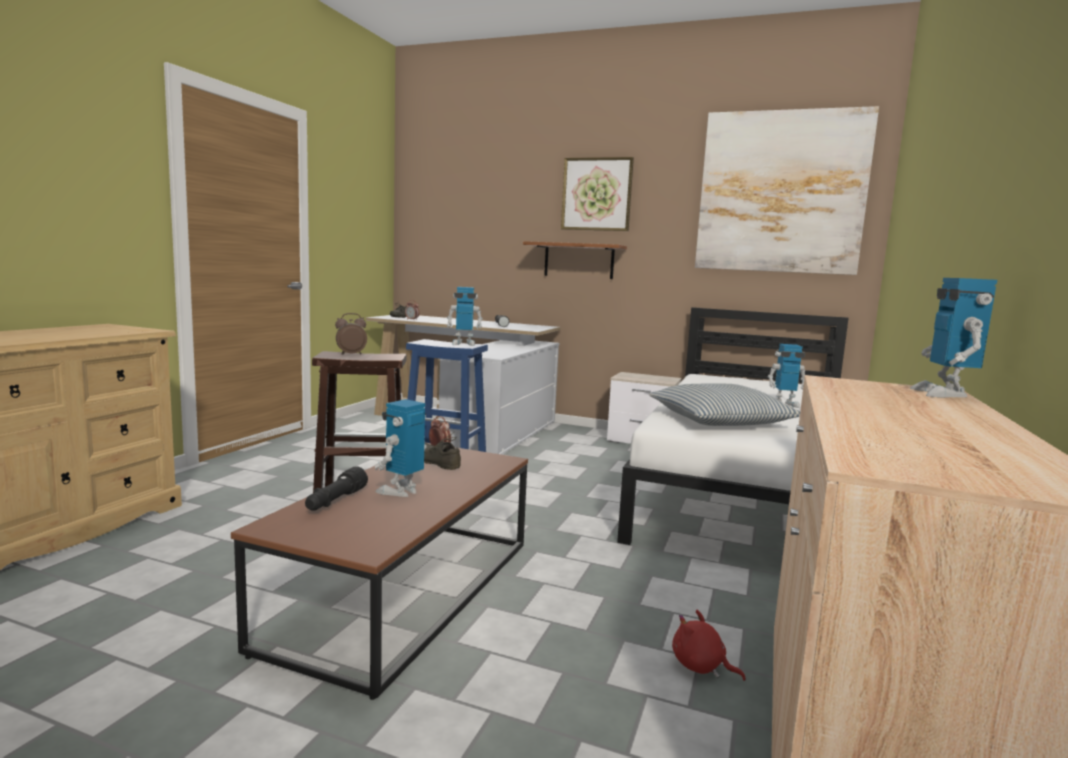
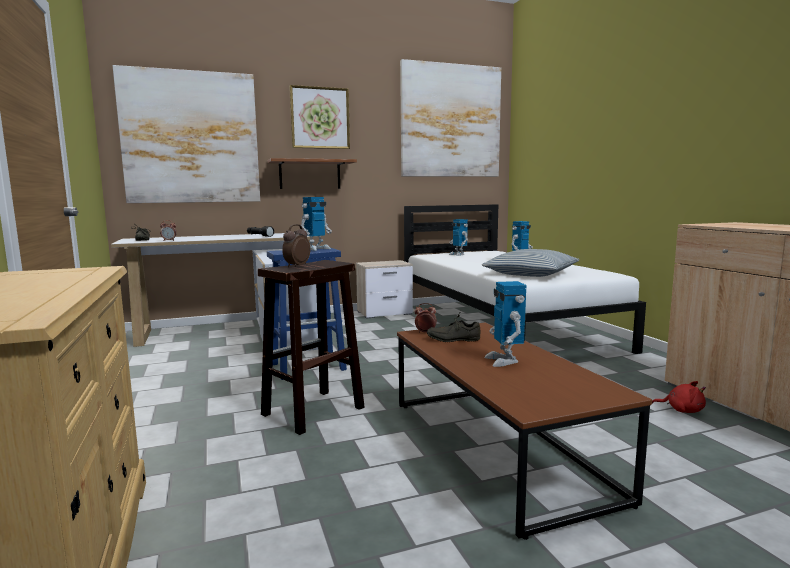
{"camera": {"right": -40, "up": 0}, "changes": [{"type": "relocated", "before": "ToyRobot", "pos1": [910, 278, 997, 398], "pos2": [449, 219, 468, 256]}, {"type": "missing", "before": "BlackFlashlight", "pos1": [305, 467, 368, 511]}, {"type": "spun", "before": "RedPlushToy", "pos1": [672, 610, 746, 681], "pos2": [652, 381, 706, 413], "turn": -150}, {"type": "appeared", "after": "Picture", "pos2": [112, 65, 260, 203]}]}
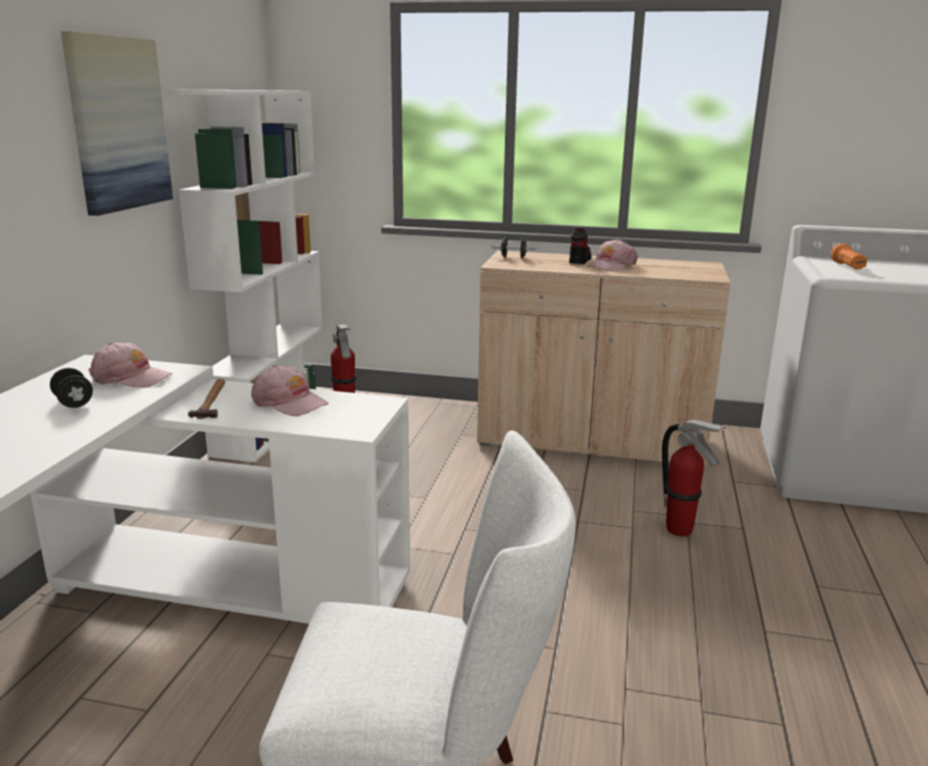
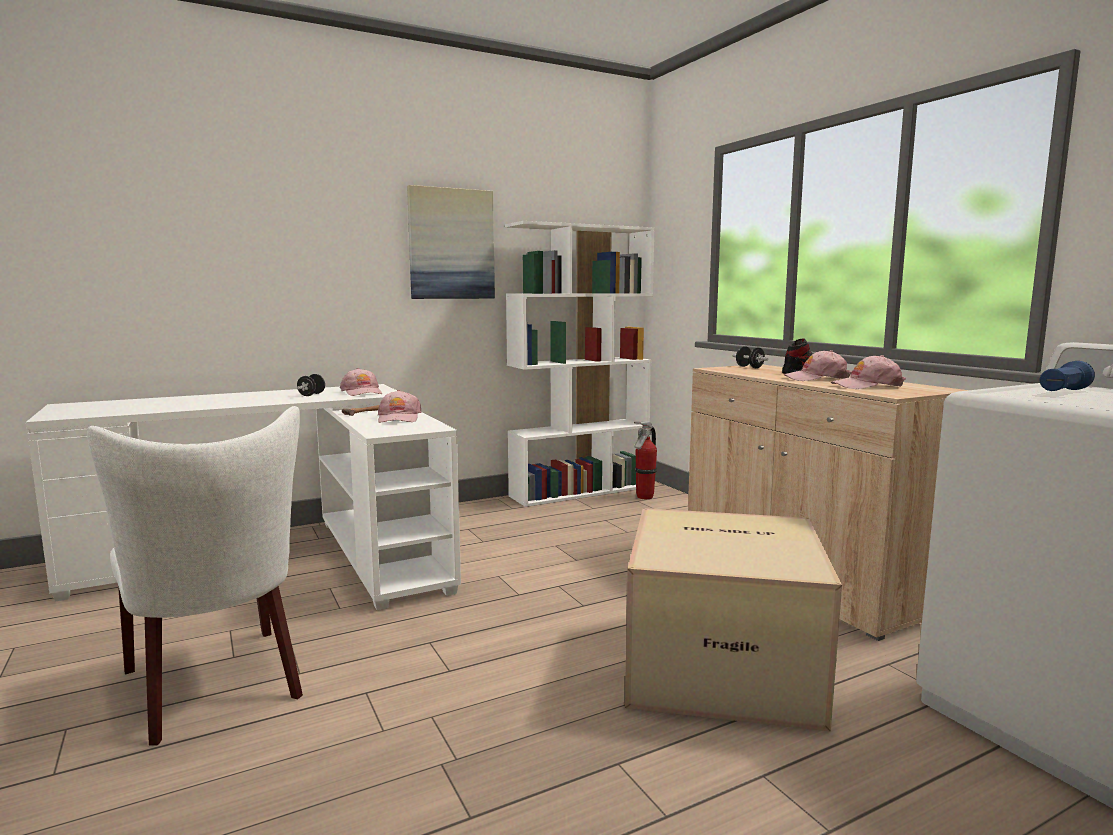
{"camera": {"right": 50, "up": -10}, "changes": [{"type": "colour", "before": "OrangeFlashlight", "after": "BlueFlashlight", "pos1": [831, 244, 868, 270], "pos2": [1040, 361, 1095, 391]}, {"type": "exchanged", "before": "FireExtinguisher", "after": "CardboardBox", "pos1": [662, 420, 726, 536], "pos2": [625, 508, 842, 732]}, {"type": "appeared", "after": "PinkCap", "pos2": [831, 355, 906, 389]}]}
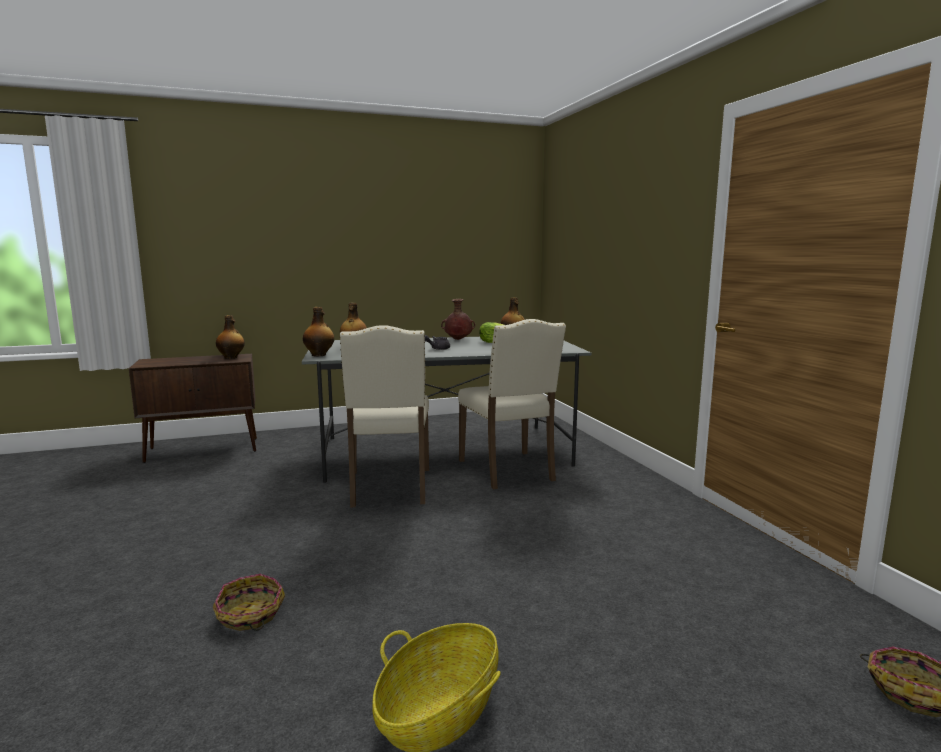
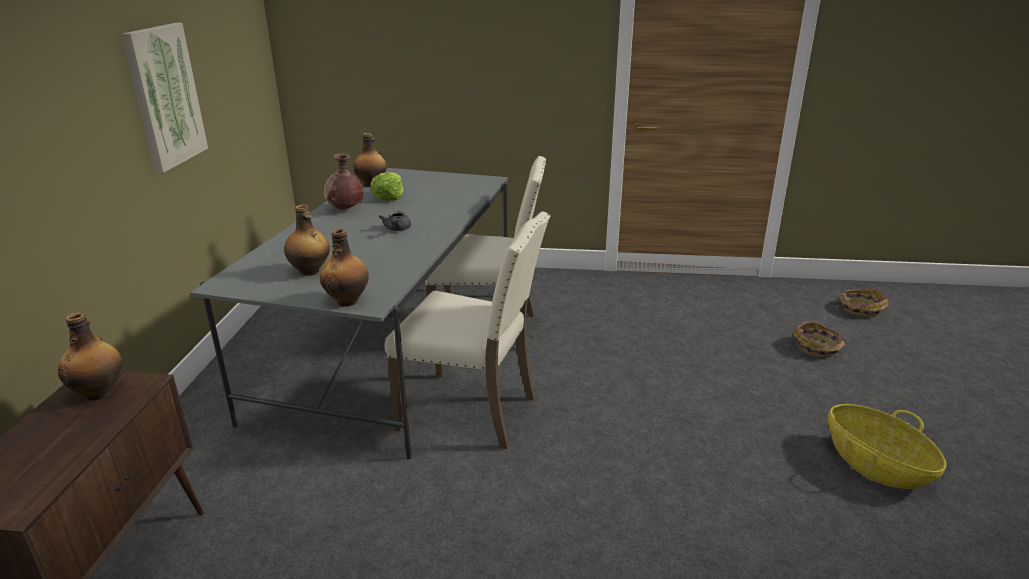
{"camera": {"right": -65, "up": 15}, "changes": [{"type": "relocated", "before": "Basket", "pos1": [213, 574, 285, 631], "pos2": [792, 321, 846, 357]}, {"type": "appeared", "after": "Picture", "pos2": [122, 23, 208, 173]}]}
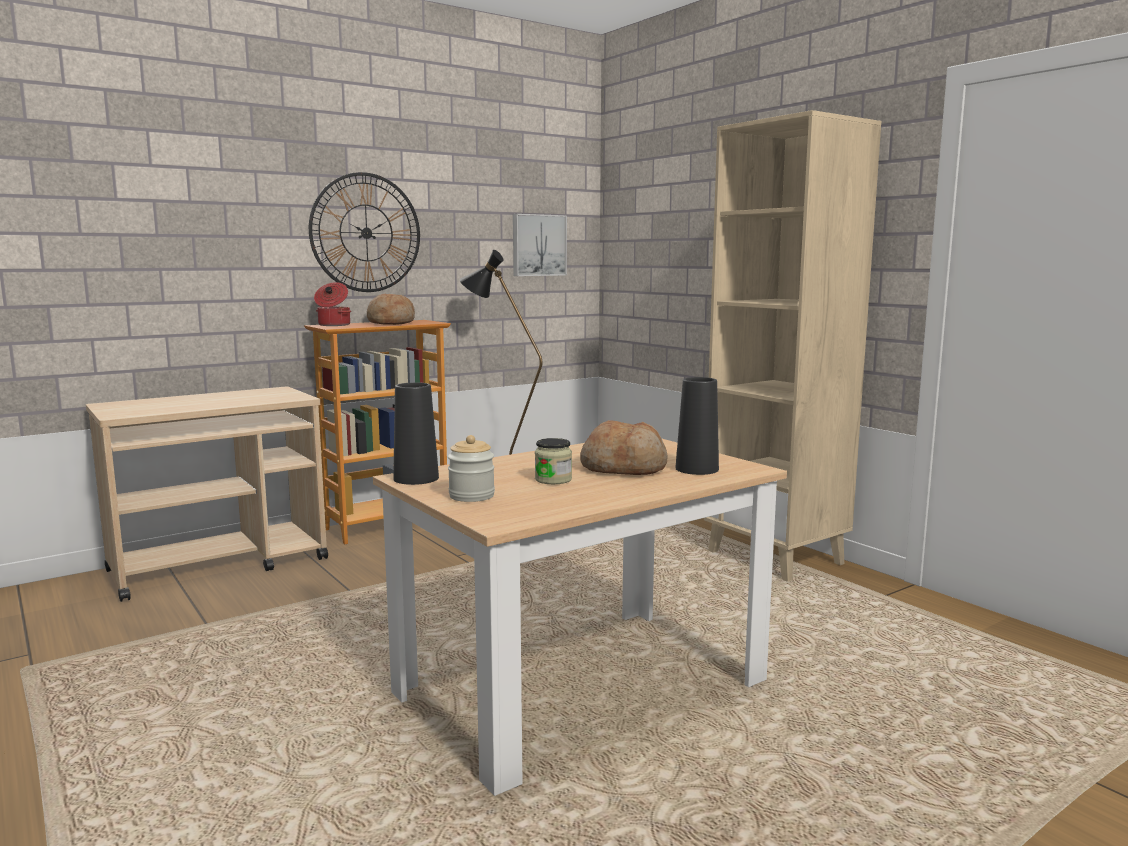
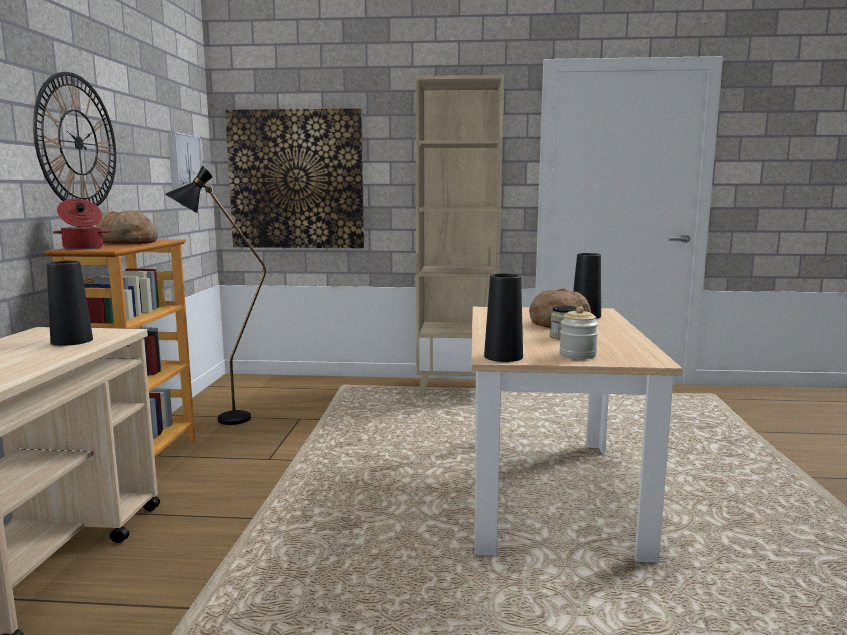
{"camera": {"right": -50, "up": 0}, "changes": [{"type": "appeared", "after": "Picture", "pos2": [225, 108, 364, 248]}, {"type": "appeared", "after": "BlackVase", "pos2": [47, 261, 93, 346]}]}
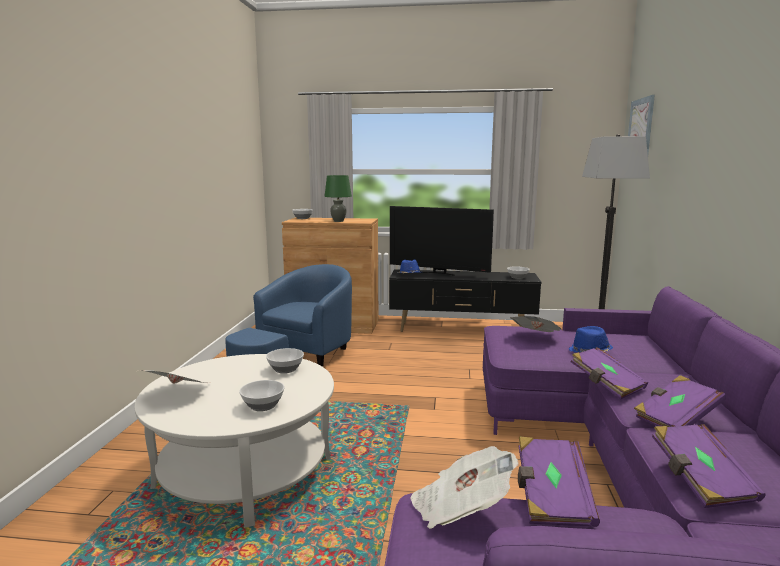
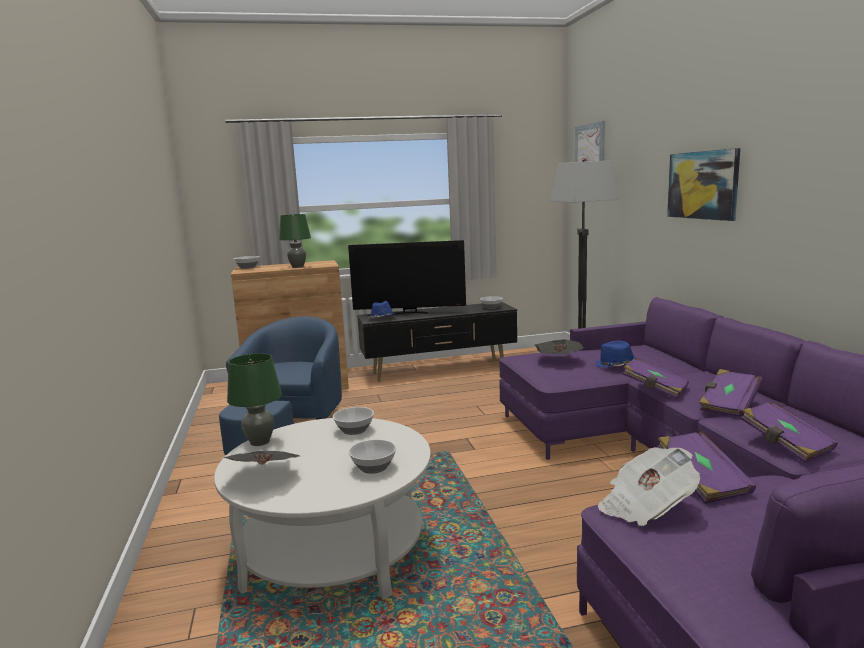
{"camera": {"right": -20, "up": 0}, "changes": [{"type": "appeared", "after": "Picture", "pos2": [667, 148, 740, 221]}, {"type": "appeared", "after": "GreenTableLamp", "pos2": [227, 353, 282, 446]}]}
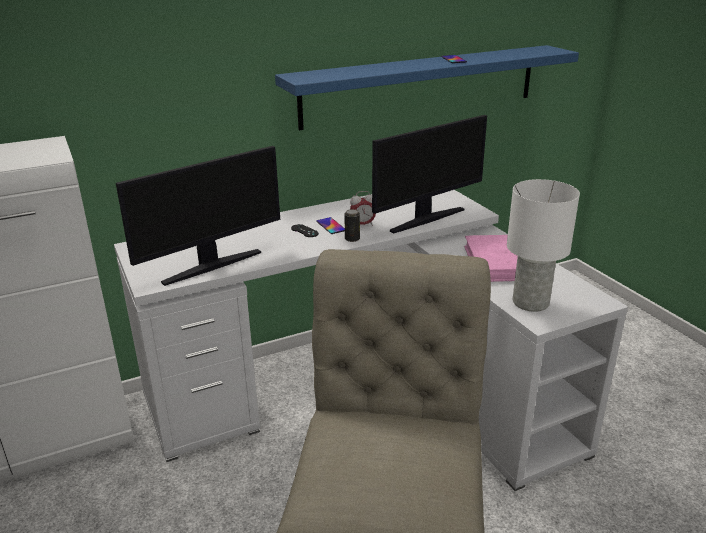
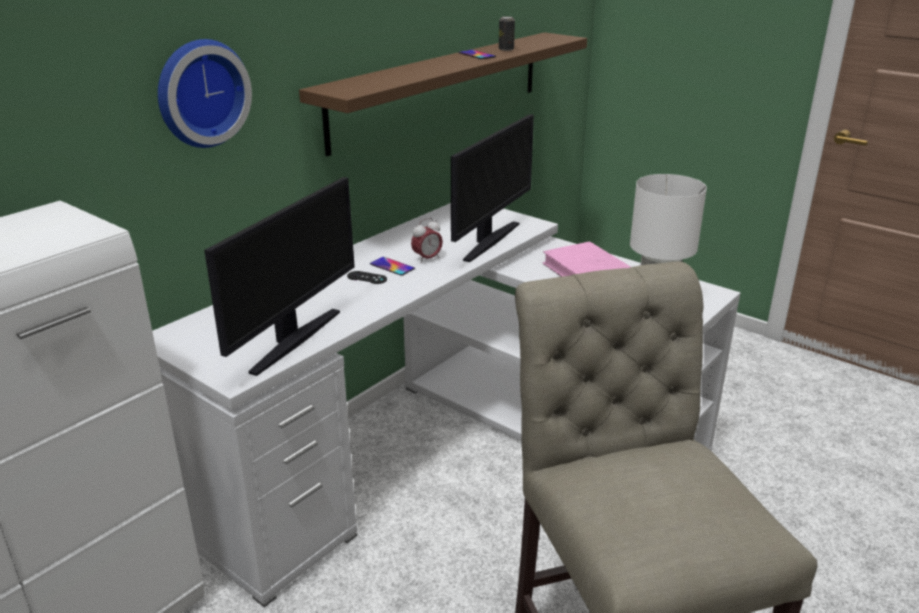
{"camera": {"right": -25, "up": 0}, "changes": [{"type": "colour", "before": "BlueShelf", "after": "BrownShelf", "pos1": [275, 45, 579, 130], "pos2": [299, 32, 587, 156]}, {"type": "relocated", "before": "Can", "pos1": [344, 209, 360, 242], "pos2": [499, 16, 515, 51]}, {"type": "appeared", "after": "WallClock", "pos2": [158, 39, 252, 148]}]}
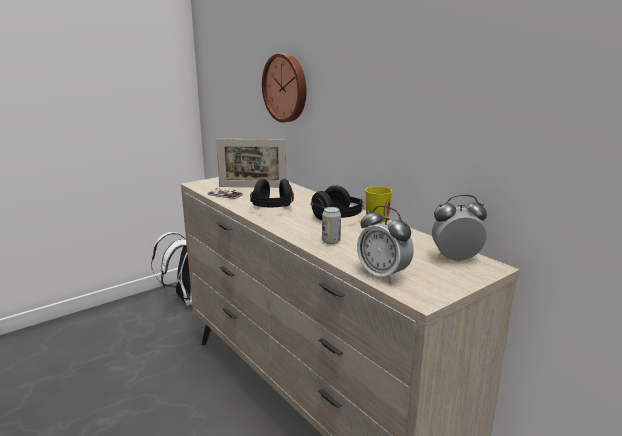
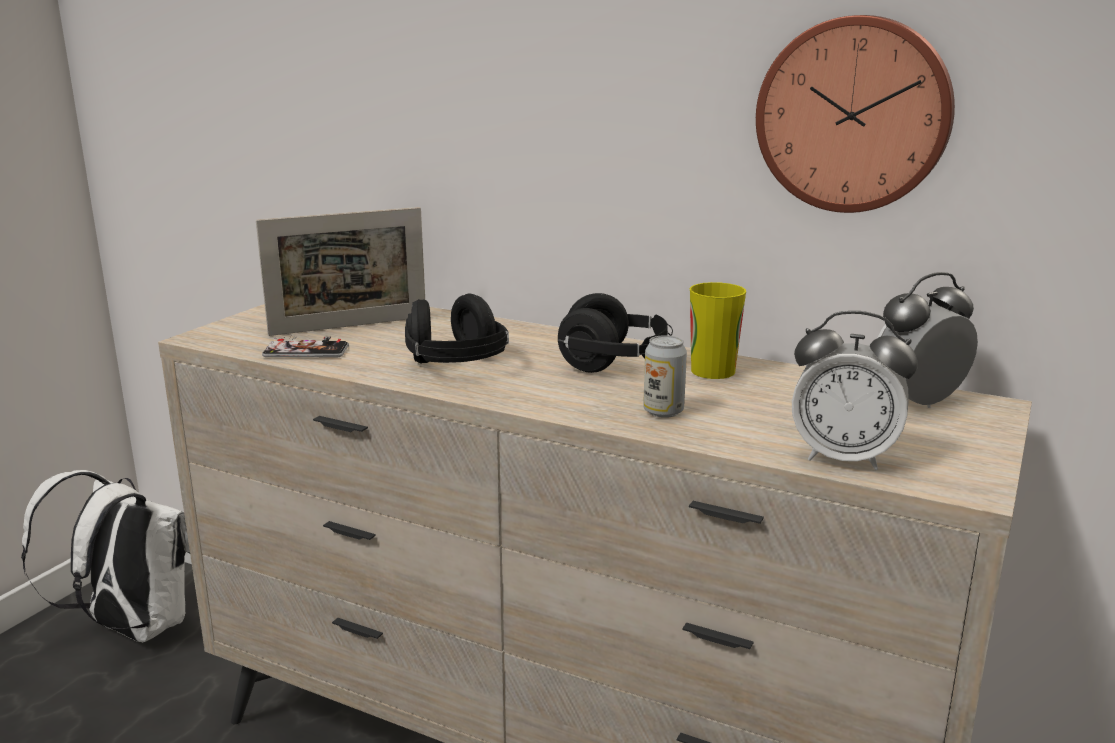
{"camera": {"right": -25, "up": 0}, "changes": [{"type": "relocated", "before": "WallClock", "pos1": [262, 53, 306, 122], "pos2": [756, 15, 955, 213]}]}
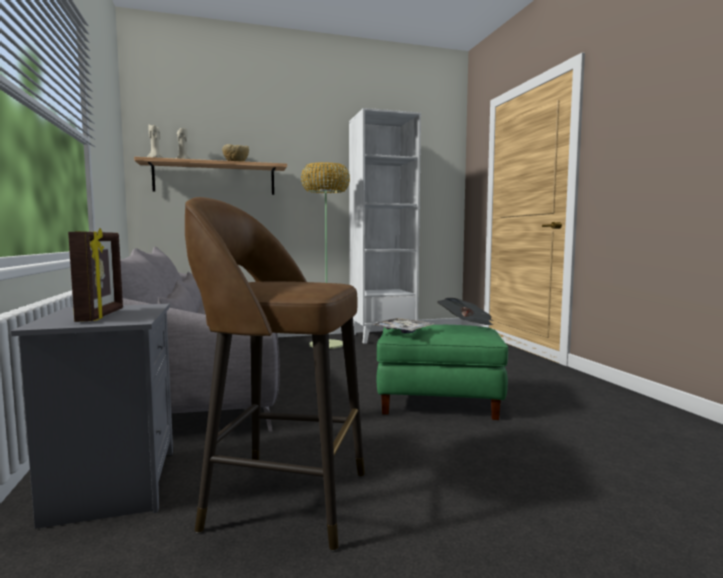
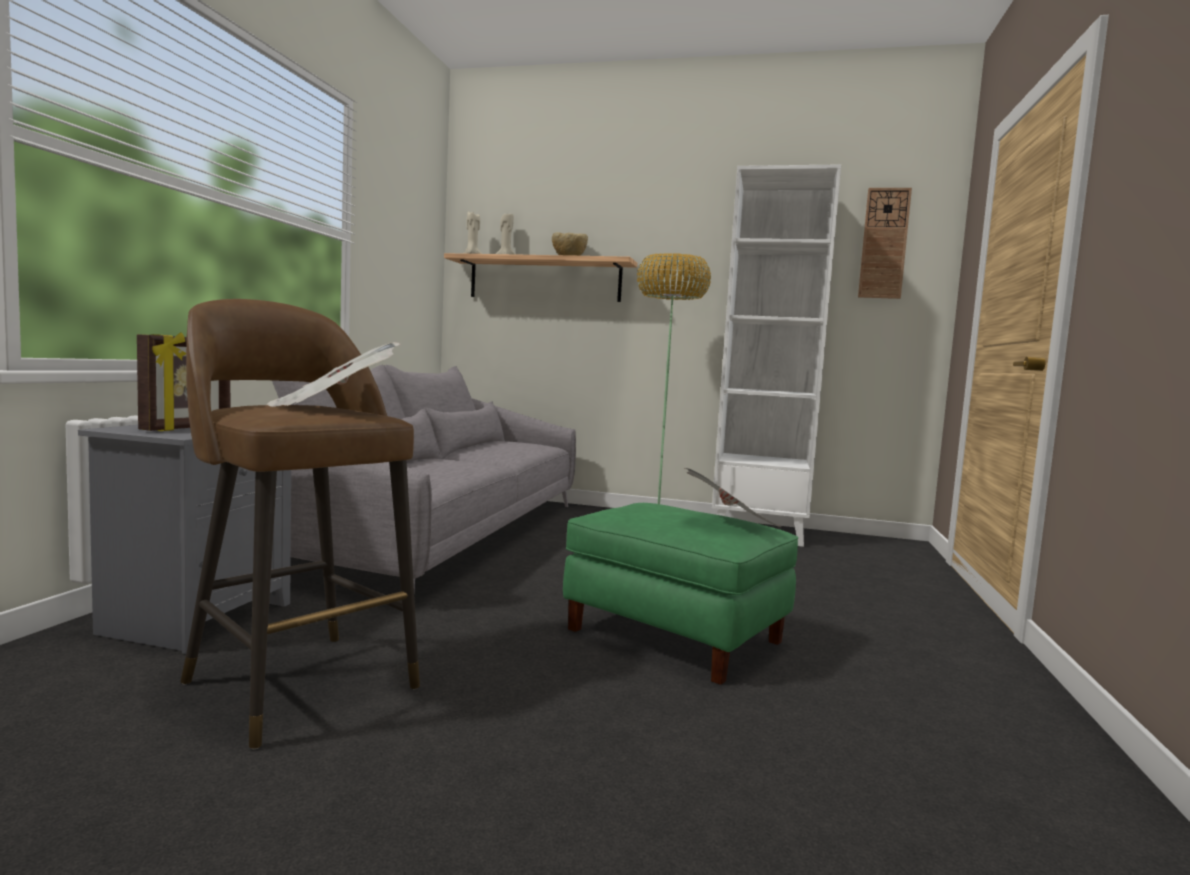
{"camera": {"right": 30, "up": 0}, "changes": [{"type": "missing", "before": "Tray", "pos1": [373, 318, 435, 333]}, {"type": "appeared", "after": "WallClock", "pos2": [858, 188, 912, 299]}, {"type": "appeared", "after": "Newspaper", "pos2": [266, 342, 401, 407]}]}
